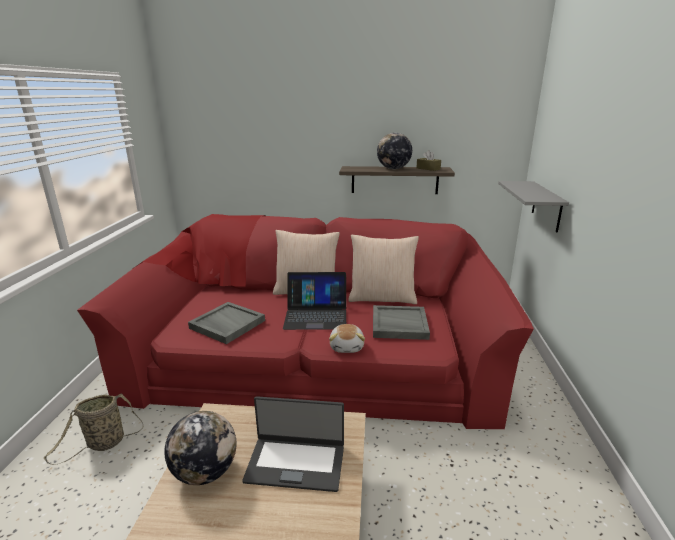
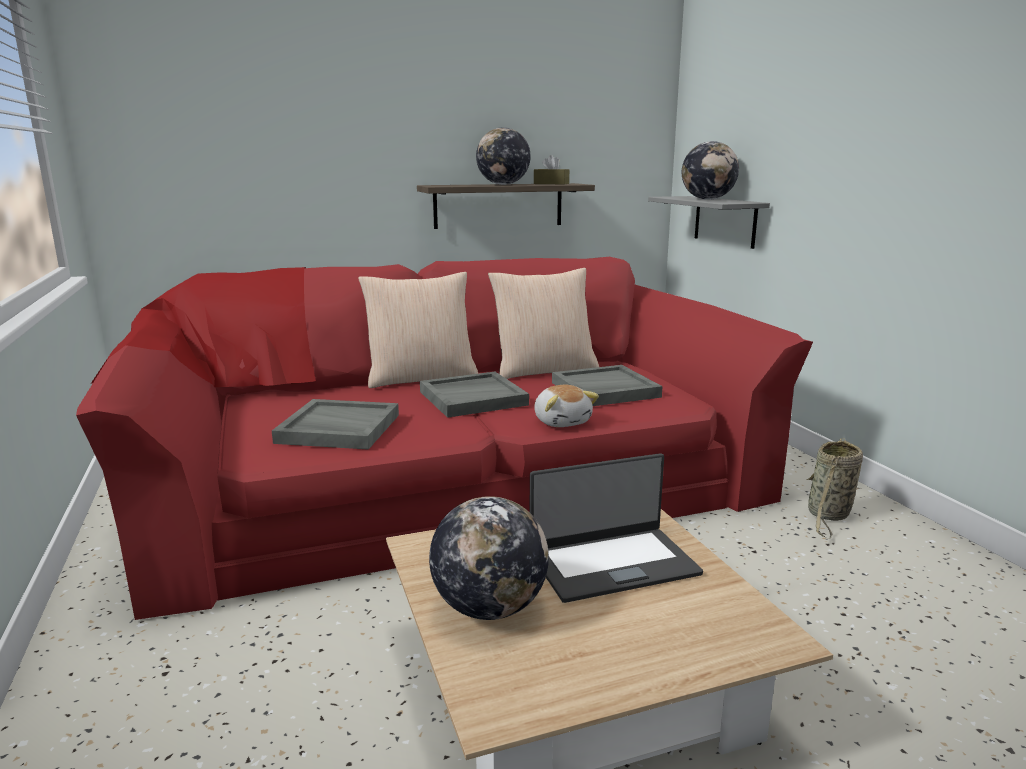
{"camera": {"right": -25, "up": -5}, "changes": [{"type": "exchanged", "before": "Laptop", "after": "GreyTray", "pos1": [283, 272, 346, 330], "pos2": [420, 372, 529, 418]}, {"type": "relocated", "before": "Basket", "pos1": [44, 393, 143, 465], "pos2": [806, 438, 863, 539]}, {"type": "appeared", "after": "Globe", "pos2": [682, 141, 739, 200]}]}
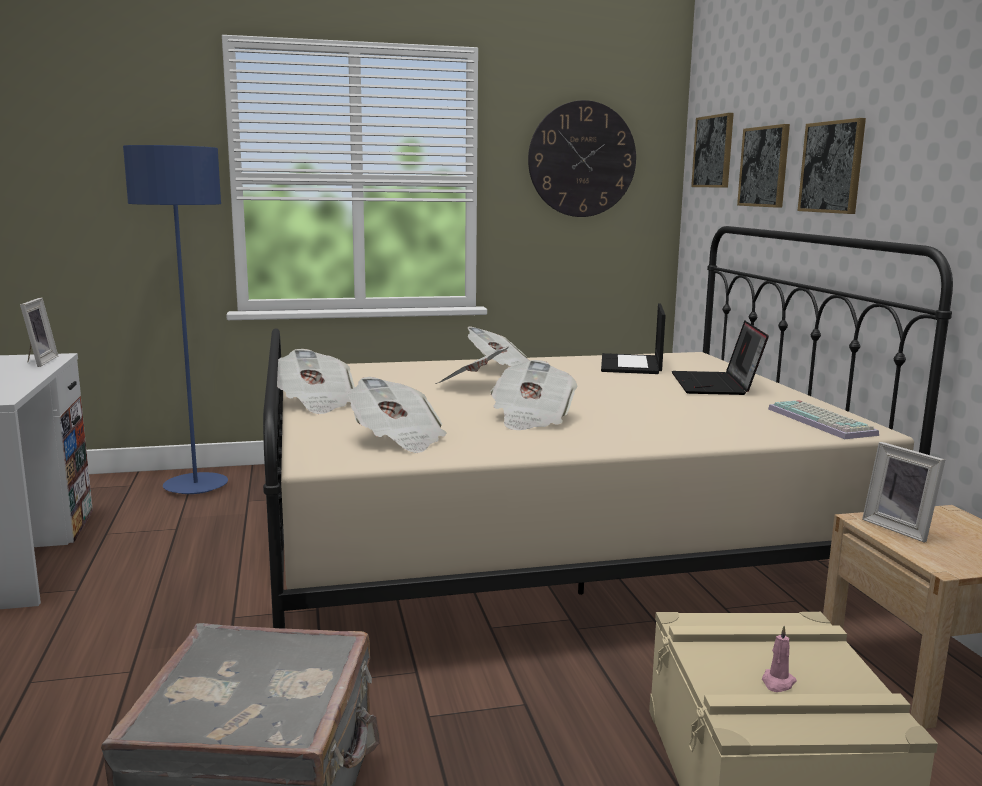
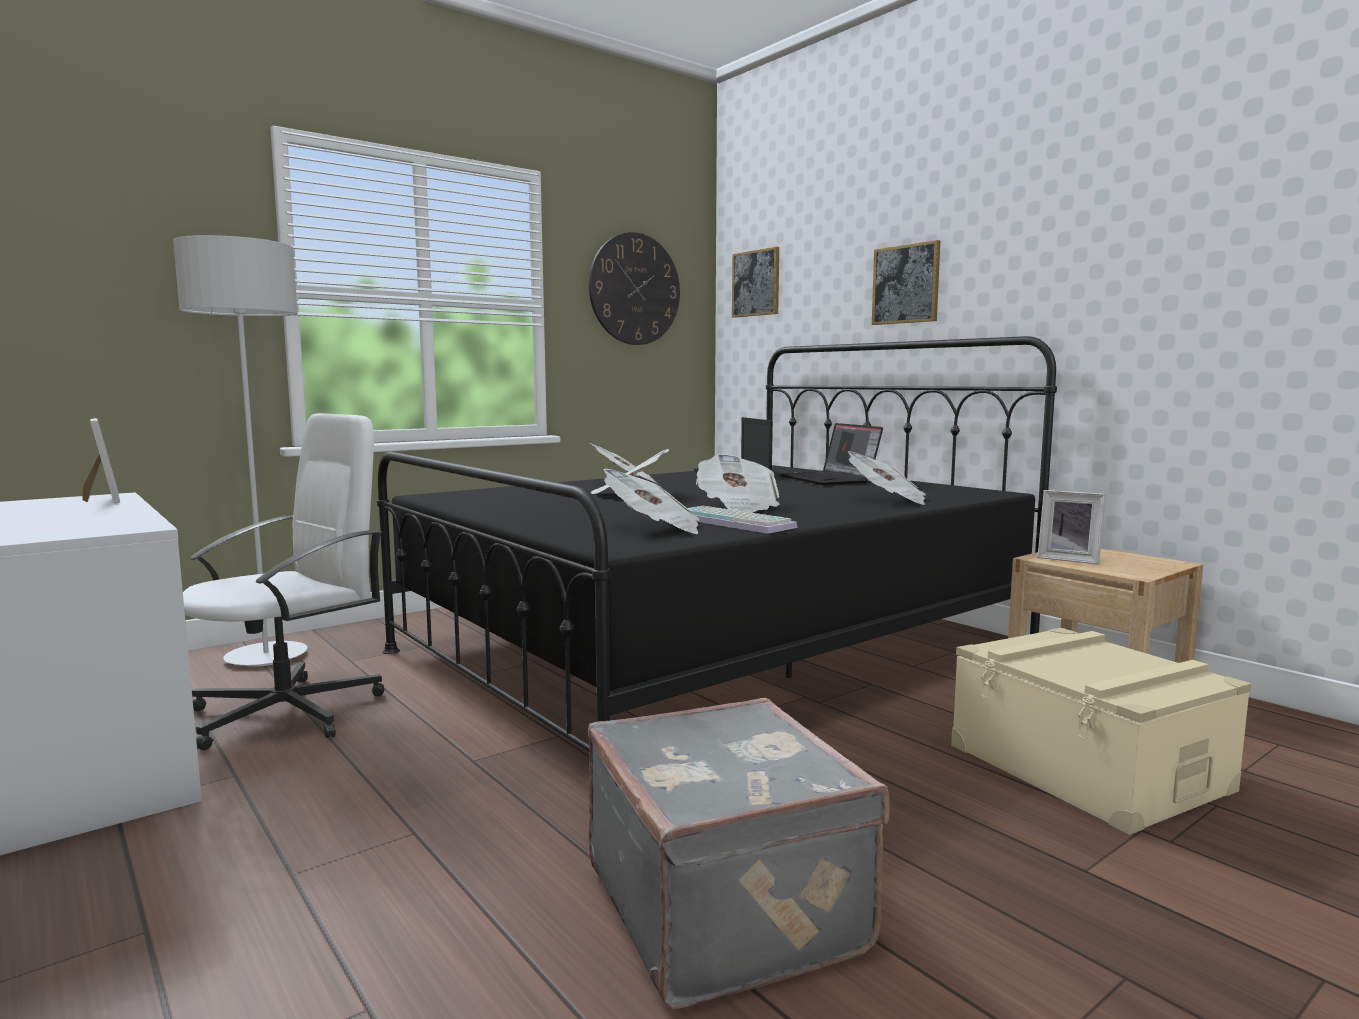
{"camera": {"right": -25, "up": -5}, "changes": [{"type": "missing", "before": "Picture", "pos1": [737, 124, 790, 208]}, {"type": "colour", "before": "BlueFloorLamp", "after": "GreyFloorLamp", "pos1": [123, 145, 228, 494], "pos2": [173, 235, 308, 667]}, {"type": "colour", "before": "BeigeBed", "after": "BlackBed", "pos1": [263, 226, 953, 629], "pos2": [377, 336, 1057, 752]}, {"type": "relocated", "before": "Newspaper", "pos1": [277, 349, 355, 414], "pos2": [848, 451, 926, 505]}, {"type": "relocated", "before": "Keyboard", "pos1": [768, 400, 879, 439], "pos2": [687, 506, 798, 534]}, {"type": "missing", "before": "PinkCandle", "pos1": [762, 626, 797, 692]}, {"type": "appeared", "after": "WhiteOfficeChair", "pos2": [183, 413, 384, 750]}]}
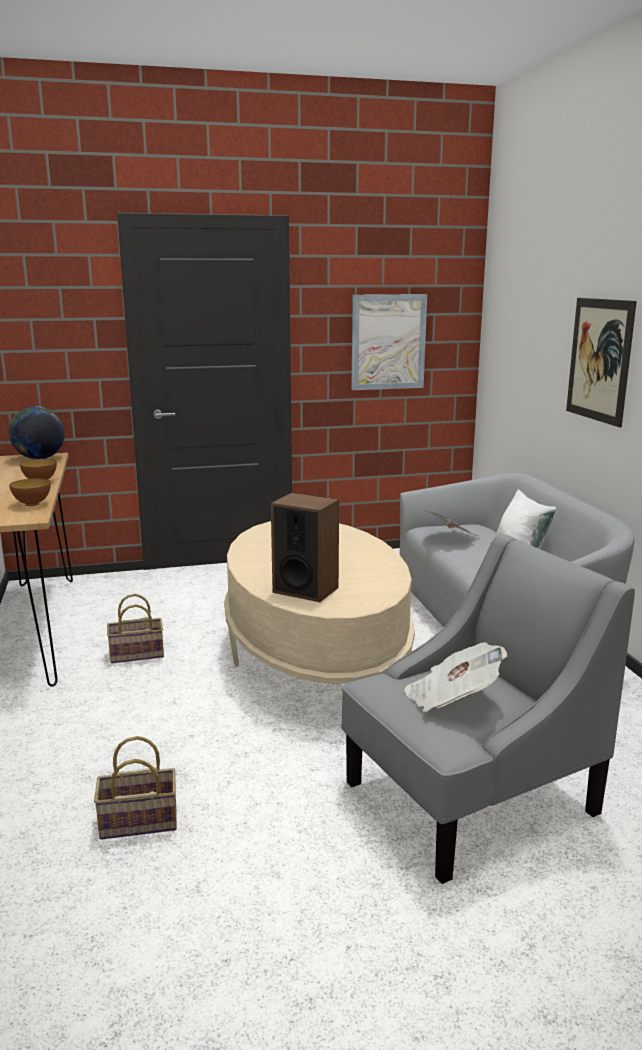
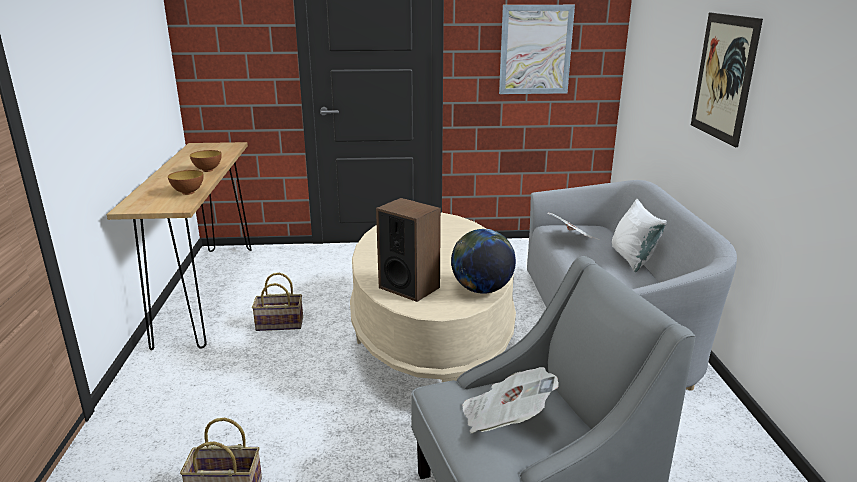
{"camera": {"right": 10, "up": 5}, "changes": [{"type": "relocated", "before": "Globe", "pos1": [9, 406, 65, 459], "pos2": [451, 229, 516, 294]}]}
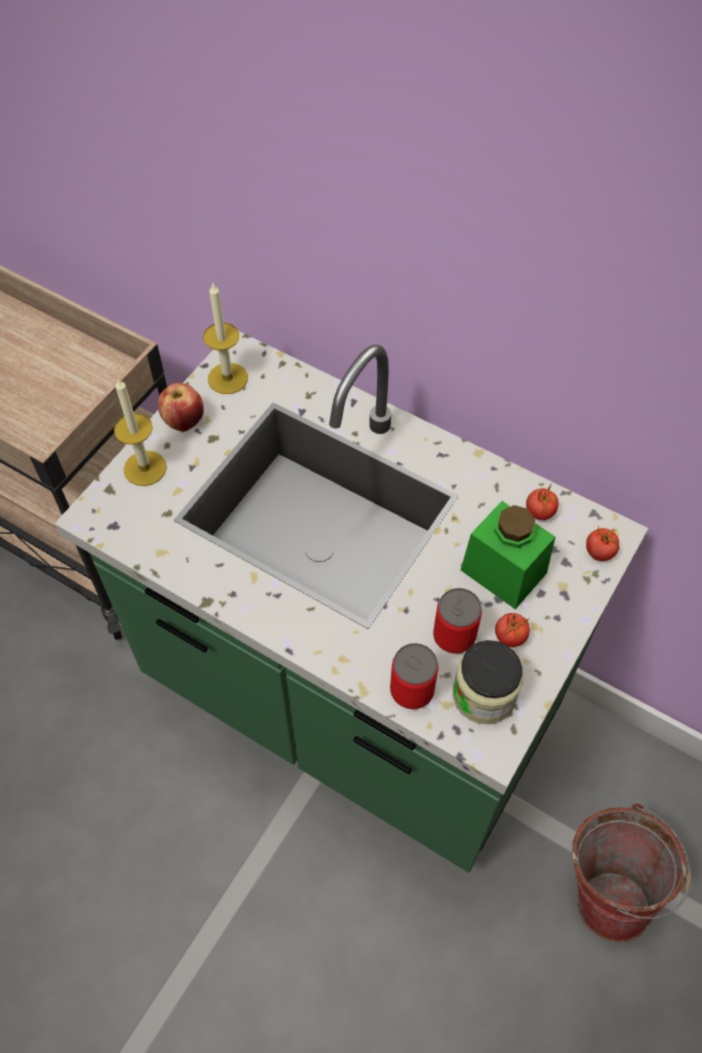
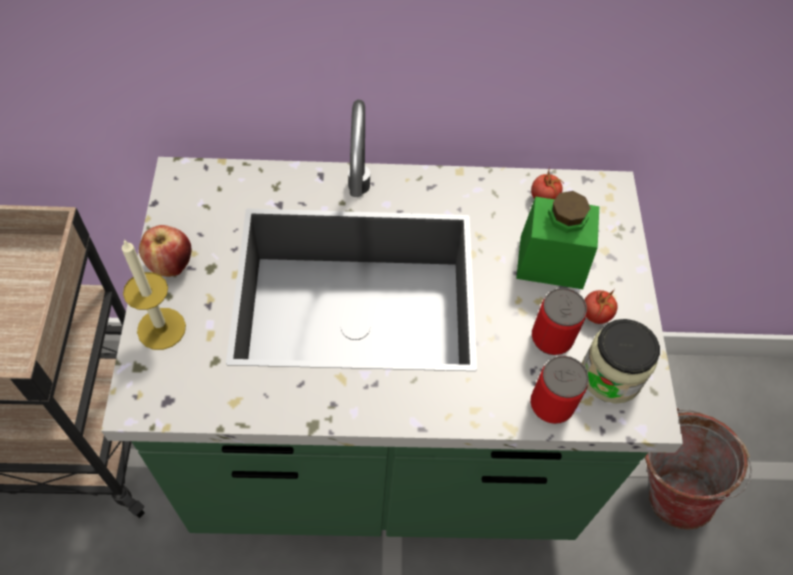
{"camera": {"right": -35, "up": 0}, "changes": [{"type": "missing", "before": "Candle", "pos1": [203, 284, 248, 394]}, {"type": "missing", "before": "Tomato", "pos1": [586, 528, 620, 561]}]}
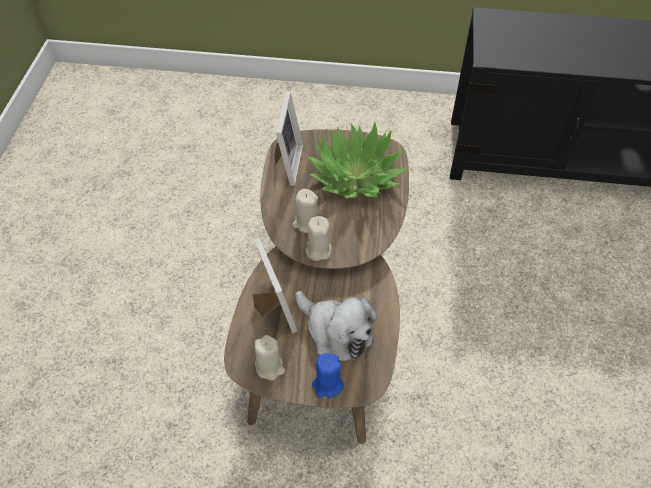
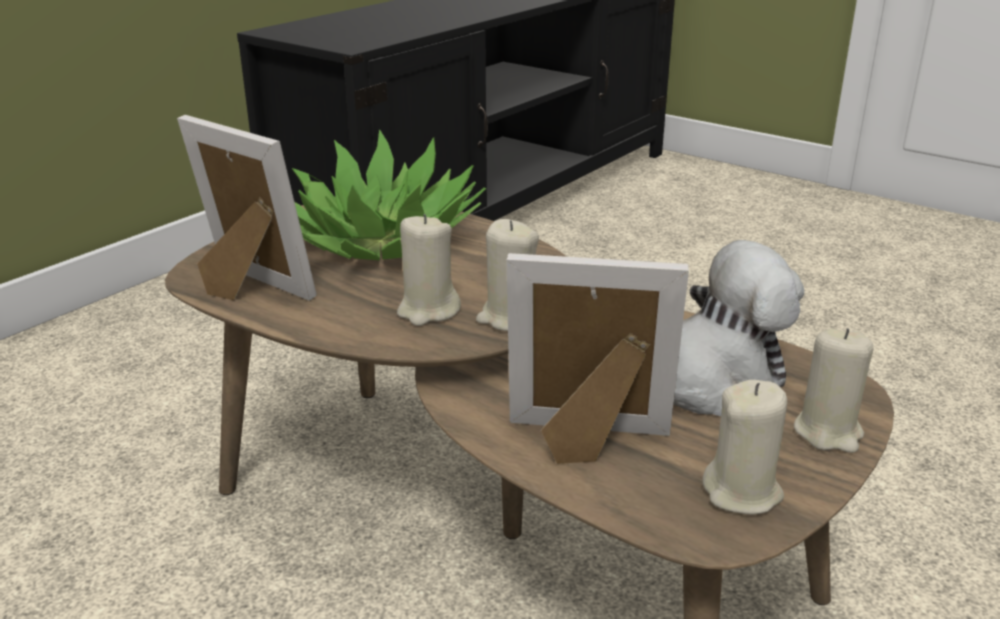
{"camera": {"right": -60, "up": -25}, "changes": [{"type": "colour", "before": "BlueCandle", "after": "BeigeCandle", "pos1": [312, 353, 344, 398], "pos2": [794, 328, 874, 453]}]}
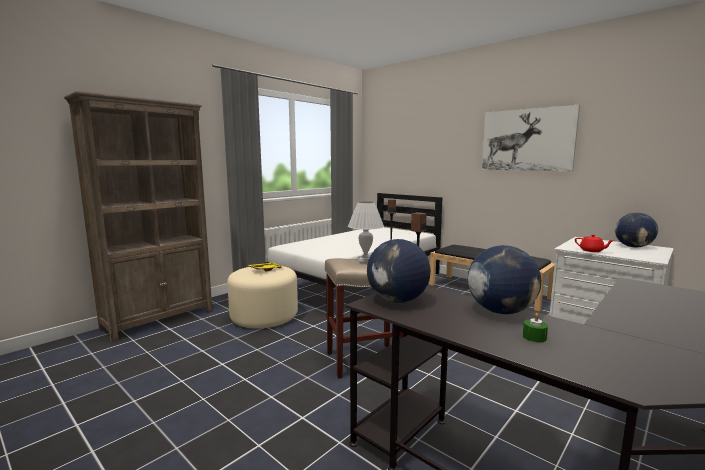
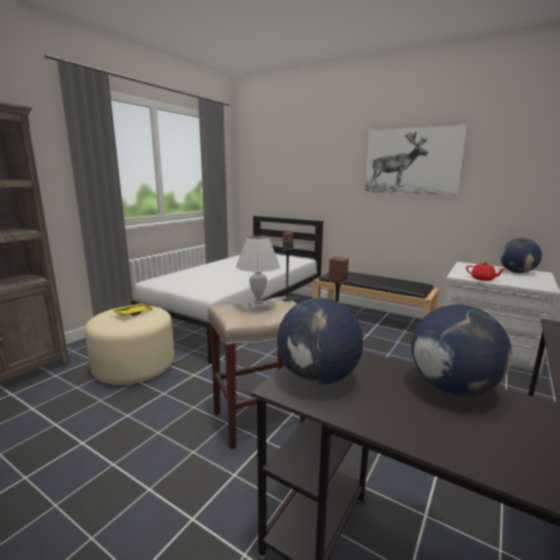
{"camera": {"right": -10, "up": 5}, "changes": [{"type": "missing", "before": "GreenCandle", "pos1": [523, 313, 548, 343]}]}
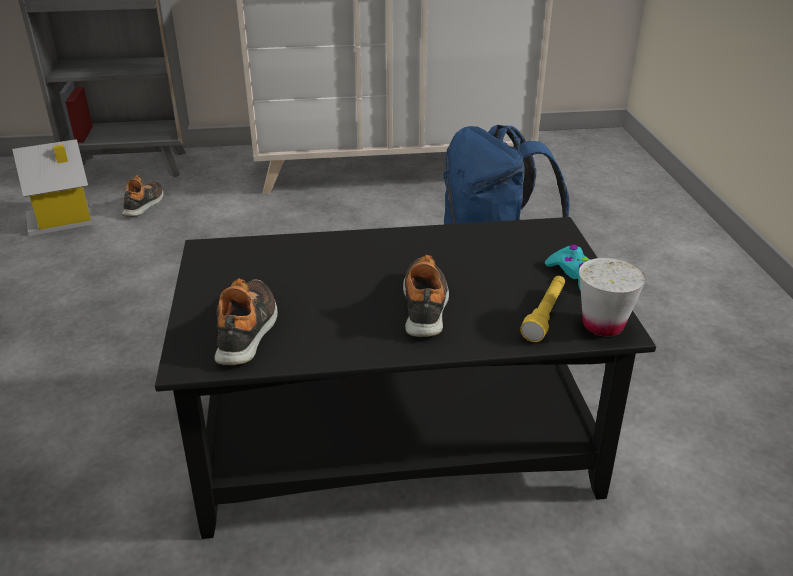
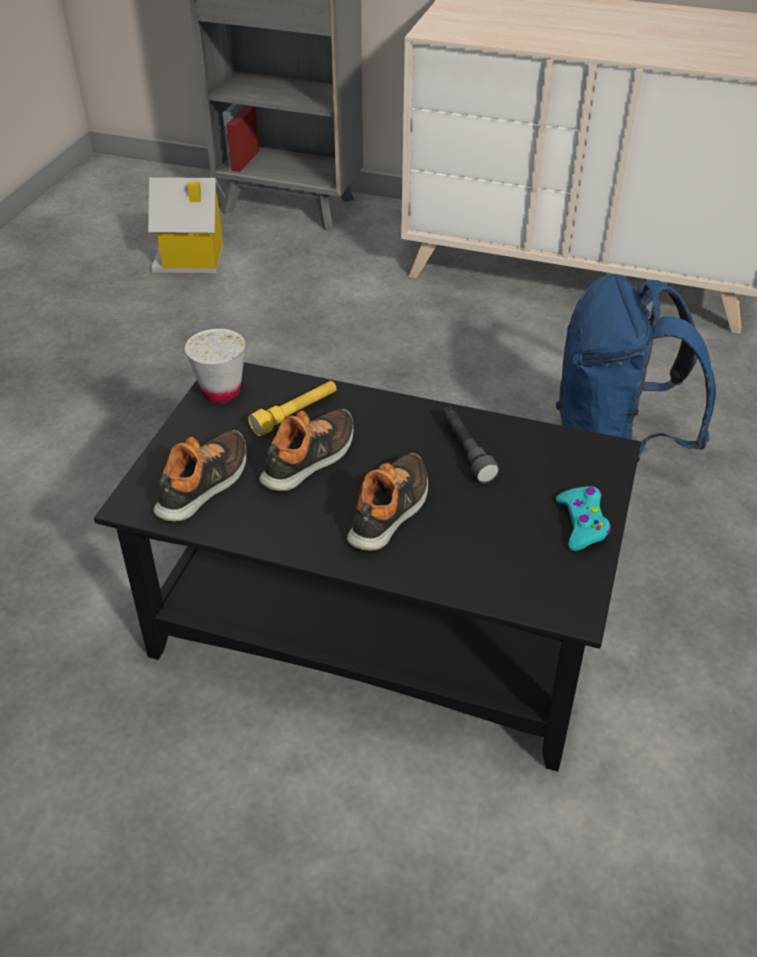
{"camera": {"right": 25, "up": 10}, "changes": [{"type": "relocated", "before": "Shoe", "pos1": [122, 175, 164, 217], "pos2": [259, 409, 354, 491]}, {"type": "relocated", "before": "WhiteCup", "pos1": [579, 258, 646, 337], "pos2": [185, 329, 246, 403]}, {"type": "relocated", "before": "YellowFlashlight", "pos1": [520, 276, 565, 342], "pos2": [248, 381, 337, 436]}, {"type": "appeared", "after": "GreyFlashlight", "pos2": [442, 407, 500, 483]}]}
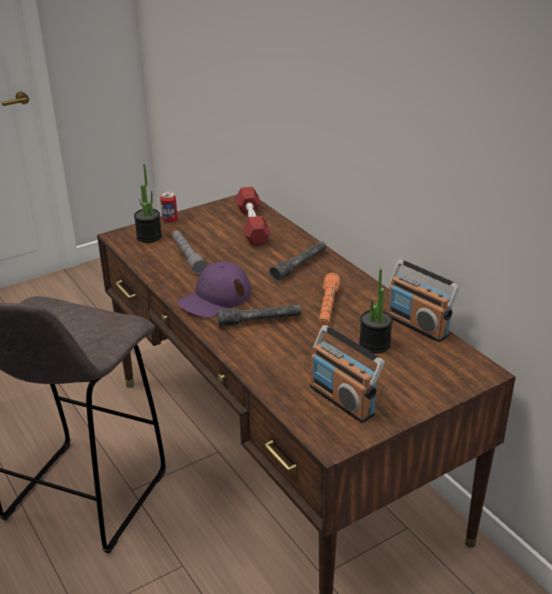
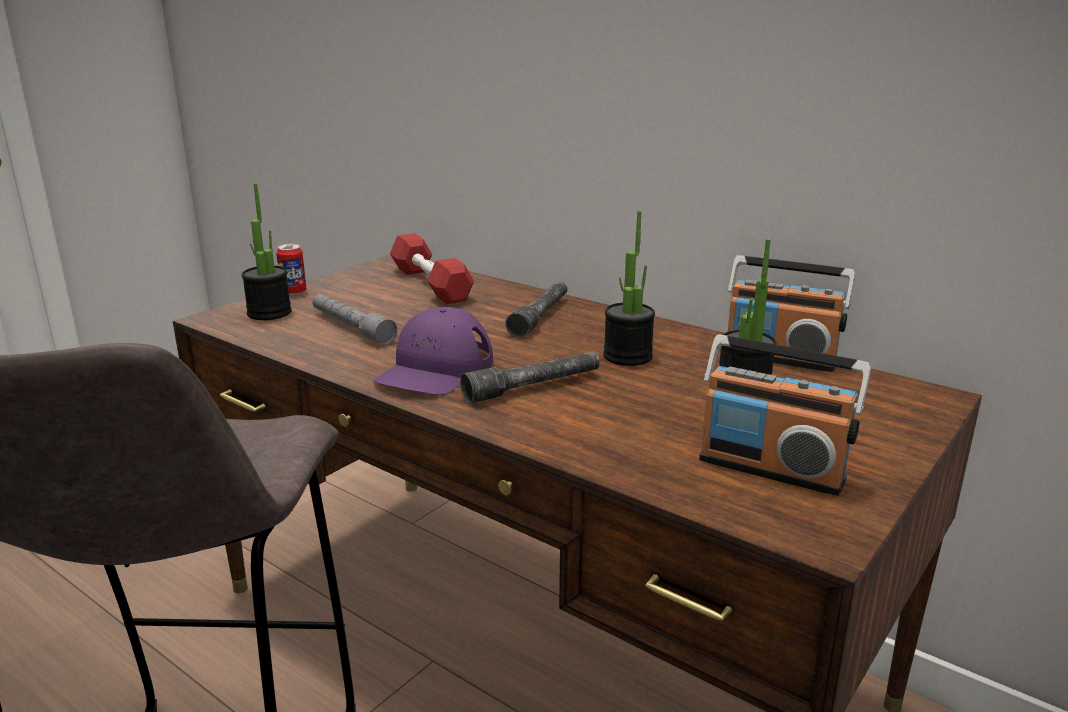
{"camera": {"right": -20, "up": -10}, "changes": [{"type": "exchanged", "before": "OrangeFlashlight", "after": "PottedPlant", "pos1": [318, 273, 340, 327], "pos2": [603, 211, 655, 366]}]}
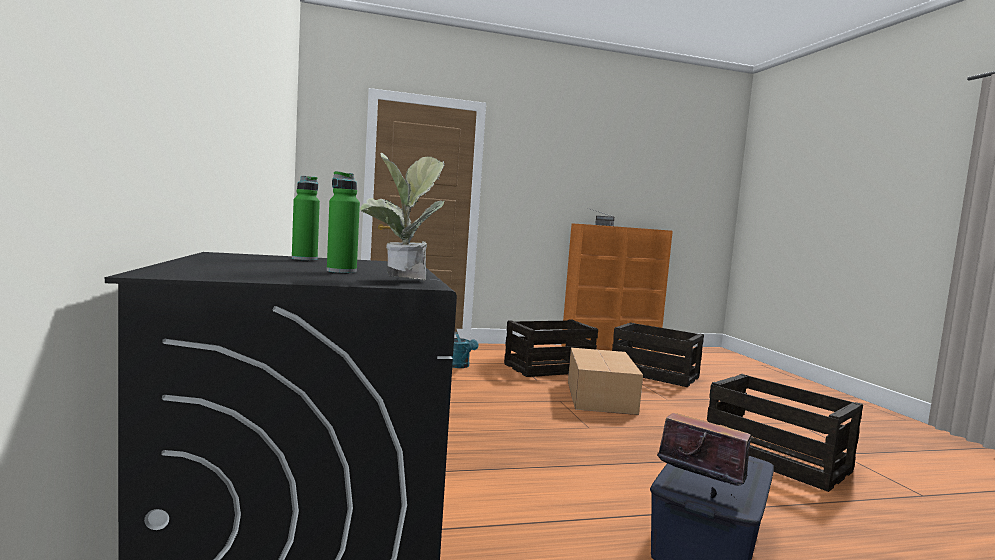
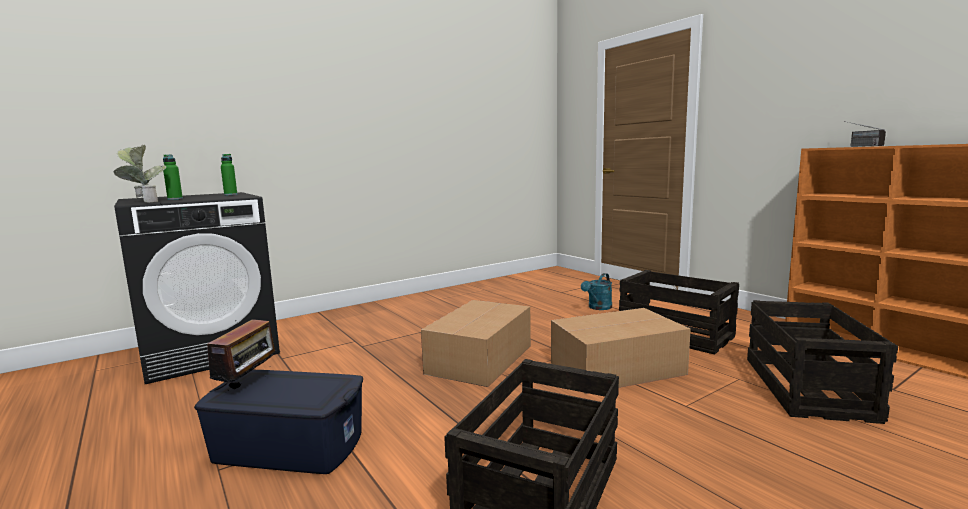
{"camera": {"right": 70, "up": 5}, "changes": [{"type": "appeared", "after": "CardboardBox", "pos2": [421, 300, 531, 387]}]}
